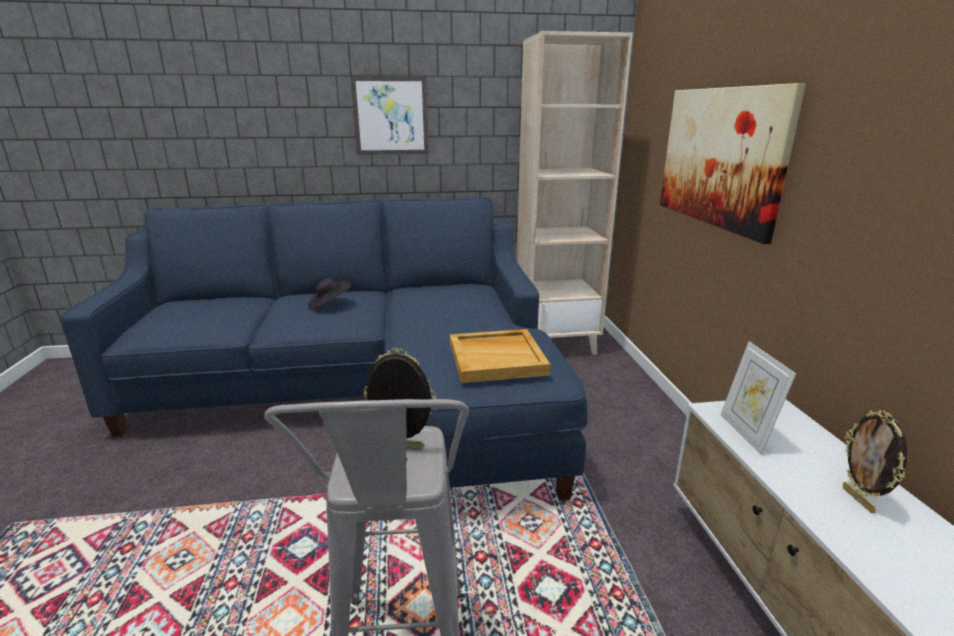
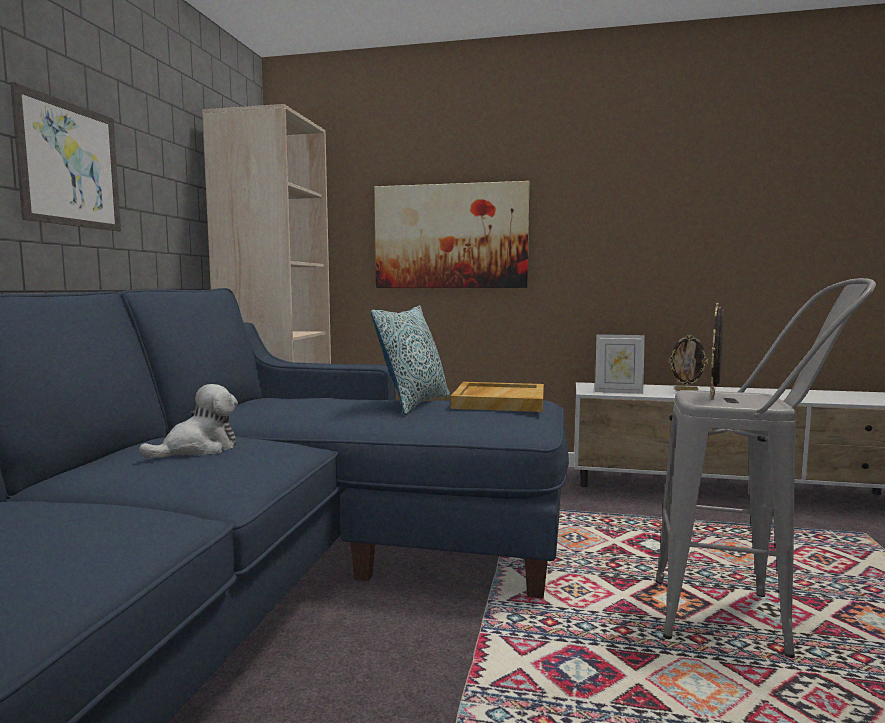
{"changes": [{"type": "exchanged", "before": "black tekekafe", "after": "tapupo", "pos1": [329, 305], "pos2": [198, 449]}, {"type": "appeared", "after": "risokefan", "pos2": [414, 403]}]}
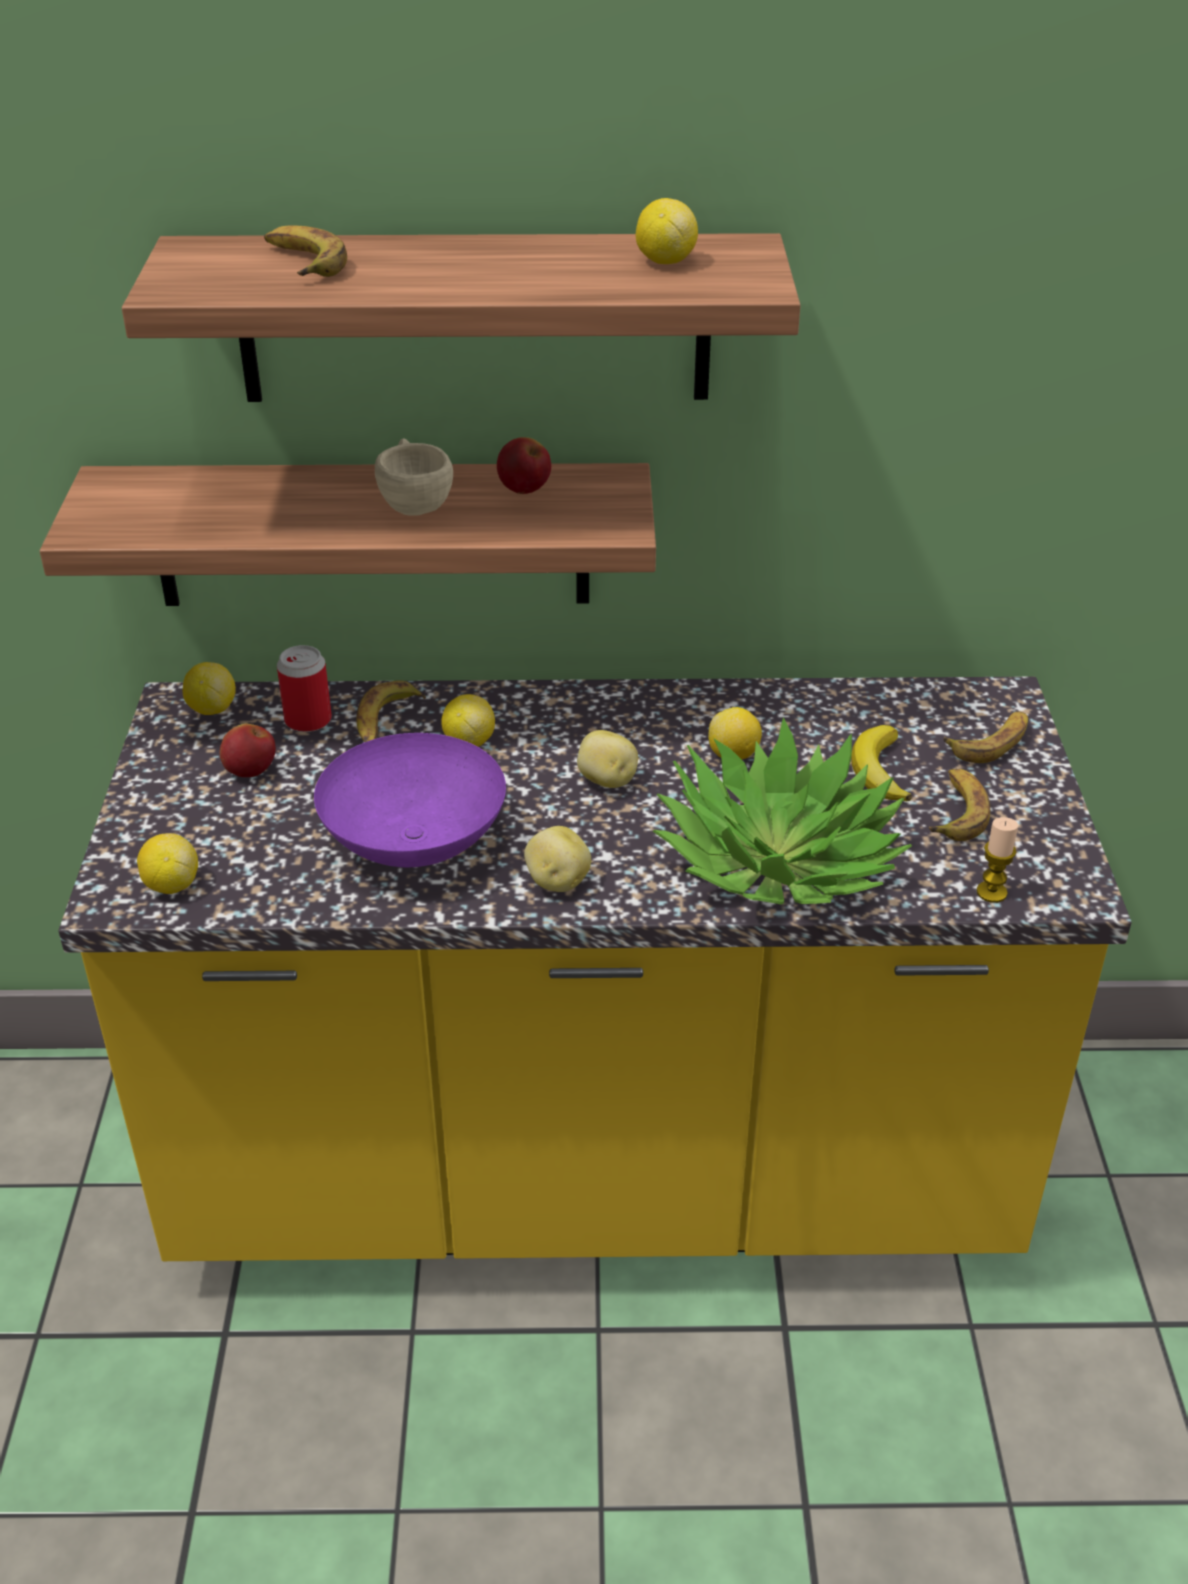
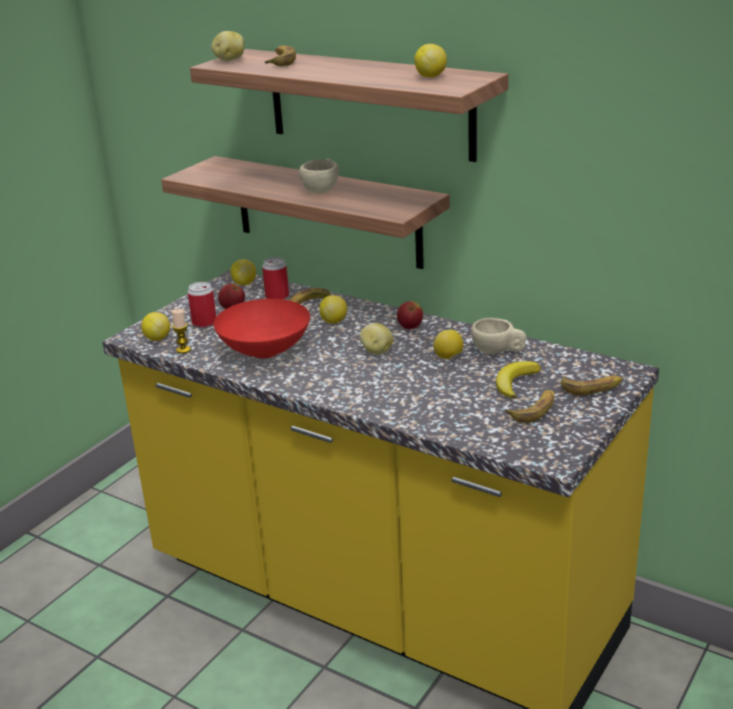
{"changes": [{"type": "colour", "before": "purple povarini", "after": "red povarini", "pos1": [414, 846], "pos2": [264, 352]}, {"type": "relocated", "before": "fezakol", "pos1": [524, 490], "pos2": [410, 327]}, {"type": "relocated", "before": "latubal", "pos1": [556, 881], "pos2": [229, 60]}, {"type": "missing", "before": "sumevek", "pos1": [778, 860]}, {"type": "relocated", "before": "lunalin", "pos1": [991, 892], "pos2": [183, 350]}, {"type": "appeared", "after": "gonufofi", "pos2": [204, 323]}, {"type": "appeared", "after": "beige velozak", "pos2": [498, 351]}]}
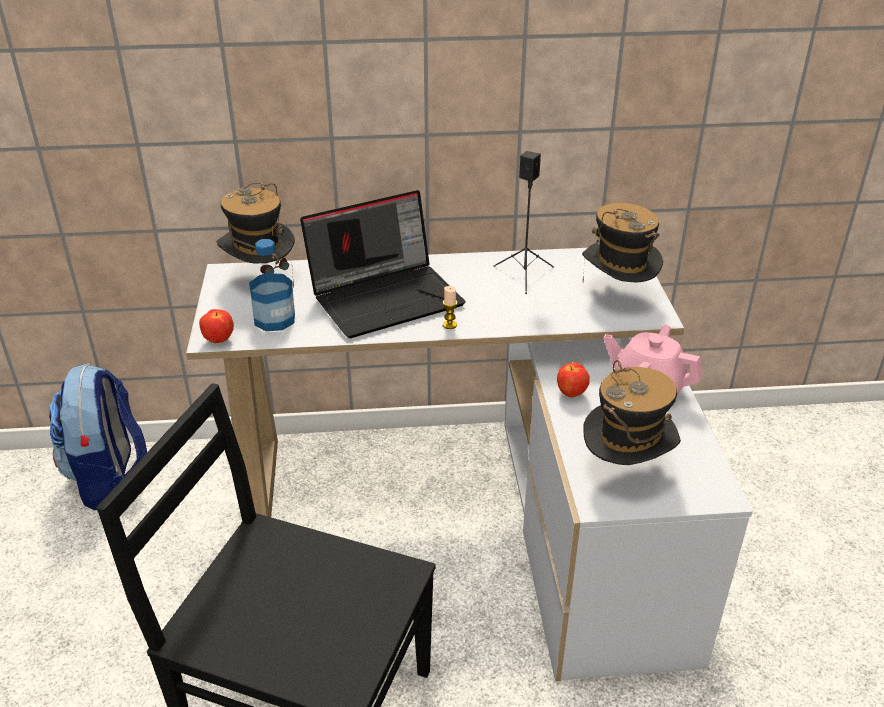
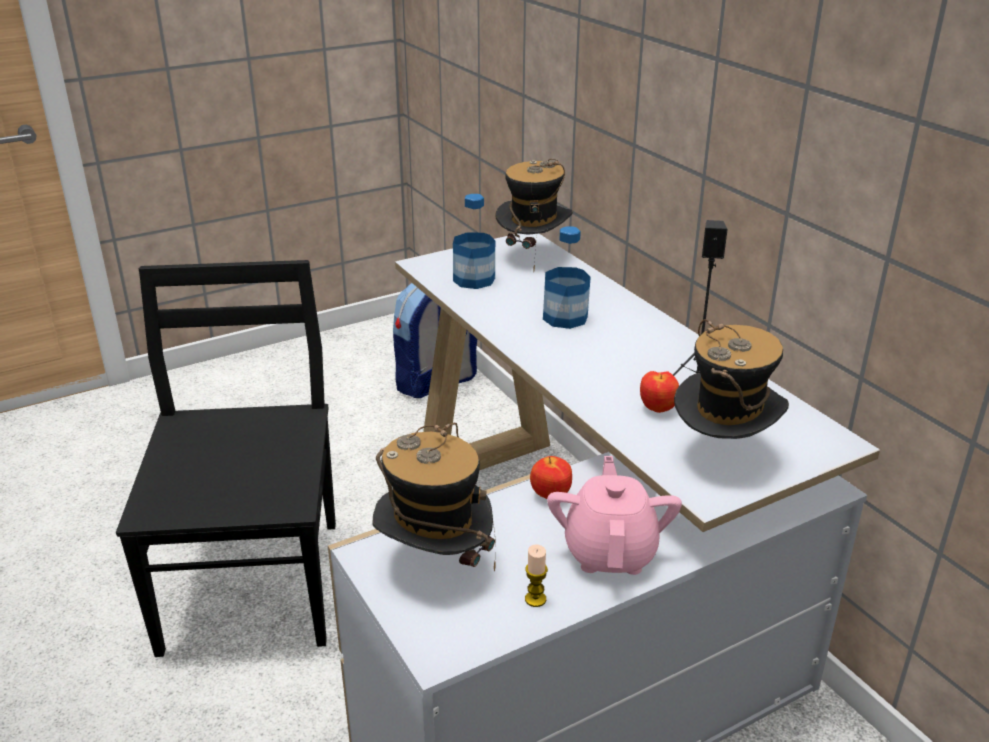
{"changes": [{"type": "relocated", "before": "fezakol", "pos1": [219, 340], "pos2": [658, 409]}, {"type": "exchanged", "before": "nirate", "after": "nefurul", "pos1": [387, 297], "pos2": [565, 318]}, {"type": "relocated", "before": "lunalin", "pos1": [449, 325], "pos2": [535, 599]}]}
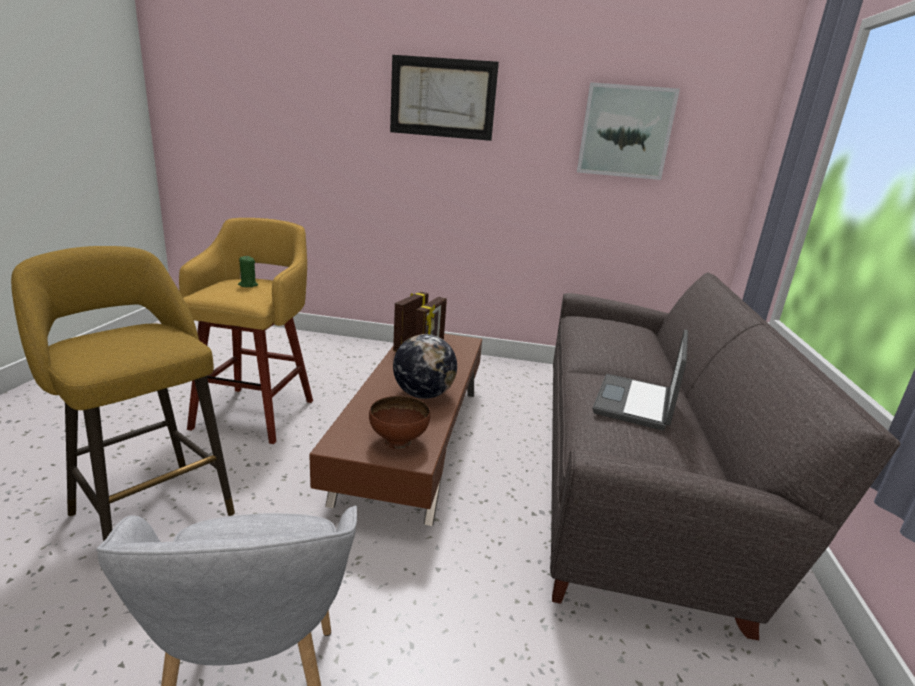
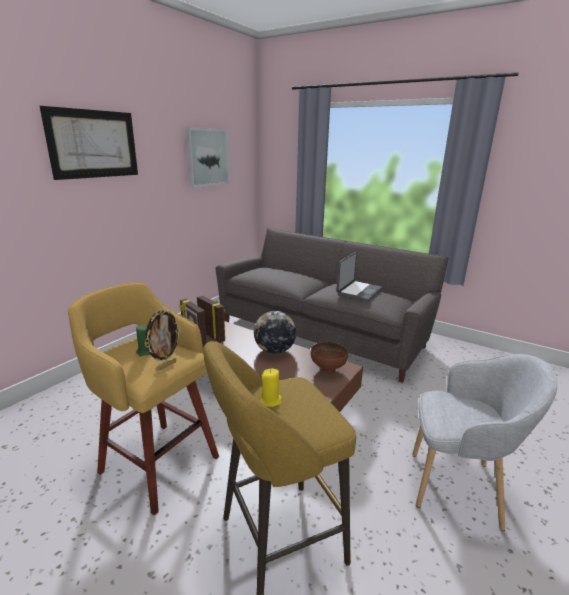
{"changes": [{"type": "spun", "before": "nirate", "pos1": [636, 403], "pos2": [358, 291], "turn": -105}, {"type": "appeared", "after": "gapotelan", "pos2": [165, 365]}, {"type": "appeared", "after": "yellow lunalin", "pos2": [270, 401]}]}
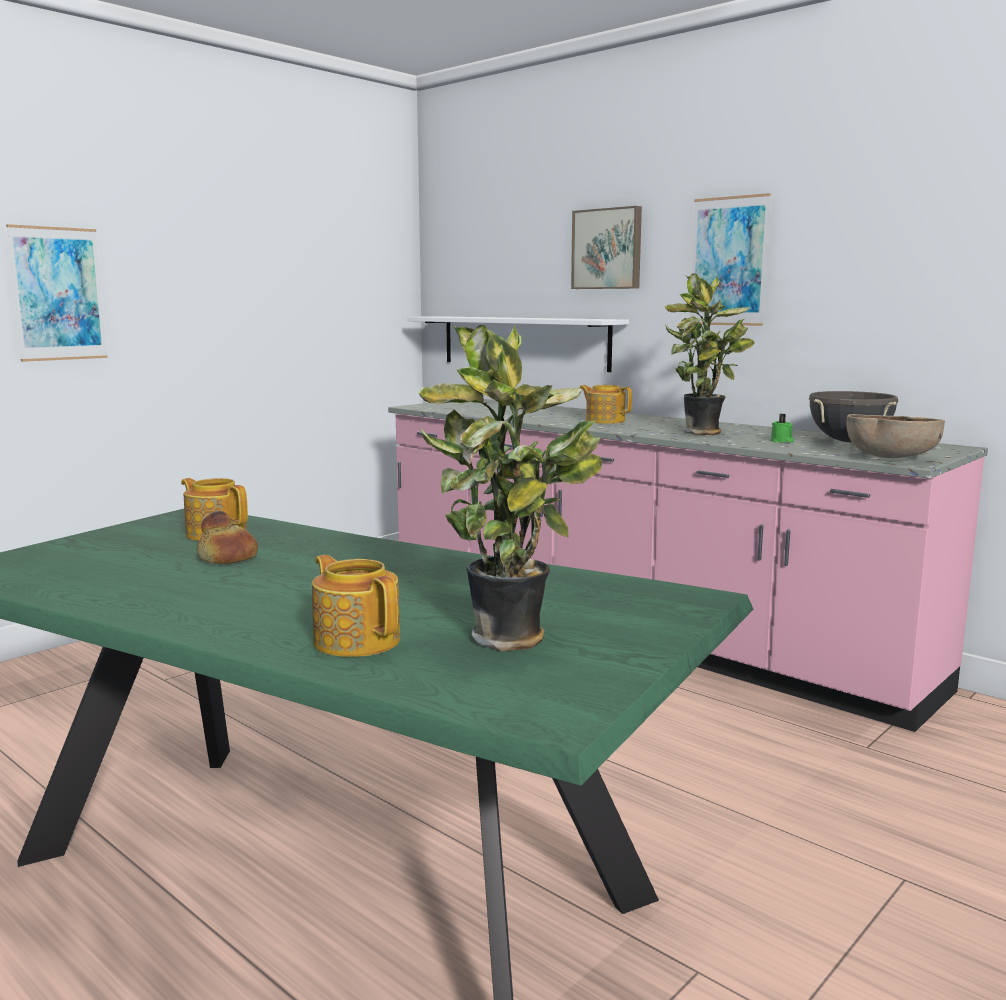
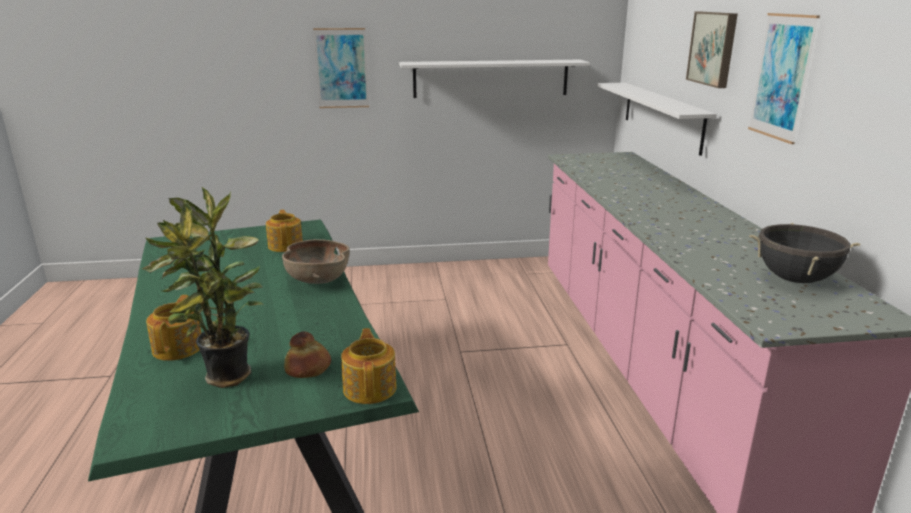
{"changes": [{"type": "relocated", "before": "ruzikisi", "pos1": [228, 557], "pos2": [308, 367]}, {"type": "relocated", "before": "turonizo", "pos1": [604, 421], "pos2": [370, 388]}, {"type": "missing", "before": "sumevek", "pos1": [704, 433]}, {"type": "missing", "before": "green lunalin", "pos1": [781, 441]}, {"type": "relocated", "before": "brown povarini", "pos1": [890, 458], "pos2": [318, 280]}, {"type": "appeared", "after": "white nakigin", "pos2": [491, 78]}]}
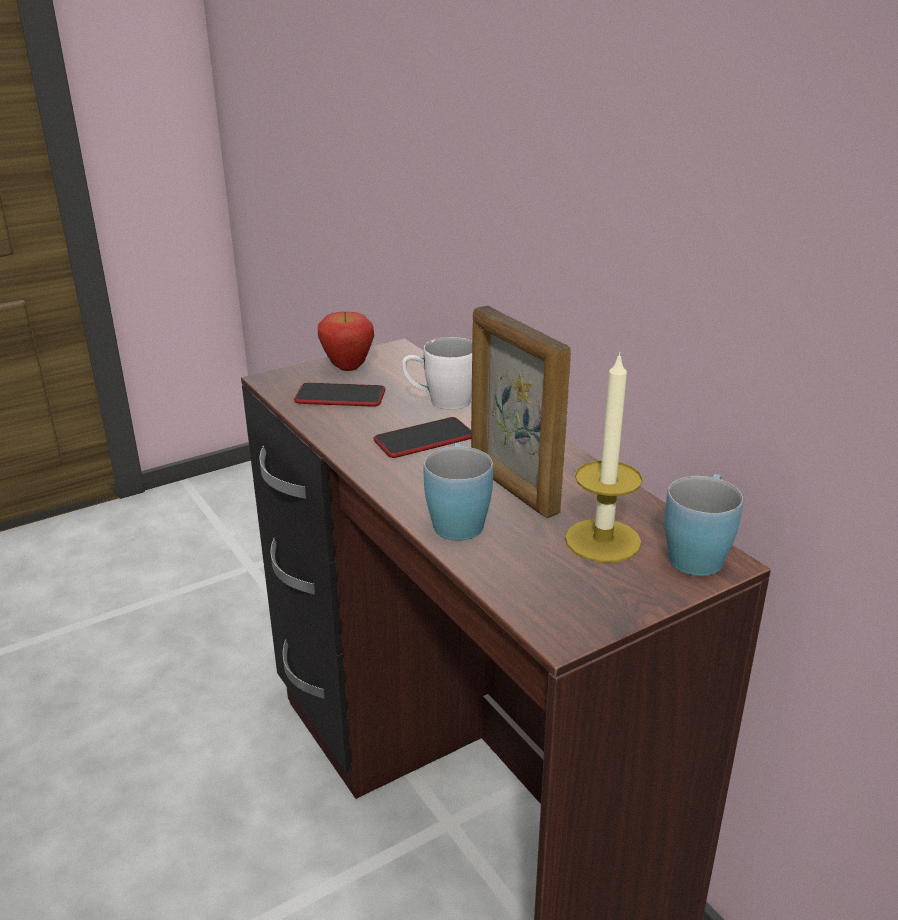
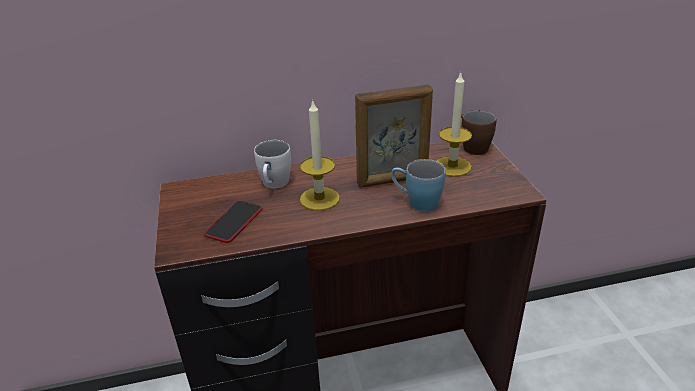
{"changes": [{"type": "missing", "before": "fezakol", "pos1": [348, 368]}, {"type": "exchanged", "before": "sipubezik", "after": "lunalin", "pos1": [424, 439], "pos2": [319, 198]}, {"type": "colour", "before": "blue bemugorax", "after": "brown bemugorax", "pos1": [698, 553], "pos2": [470, 147]}]}
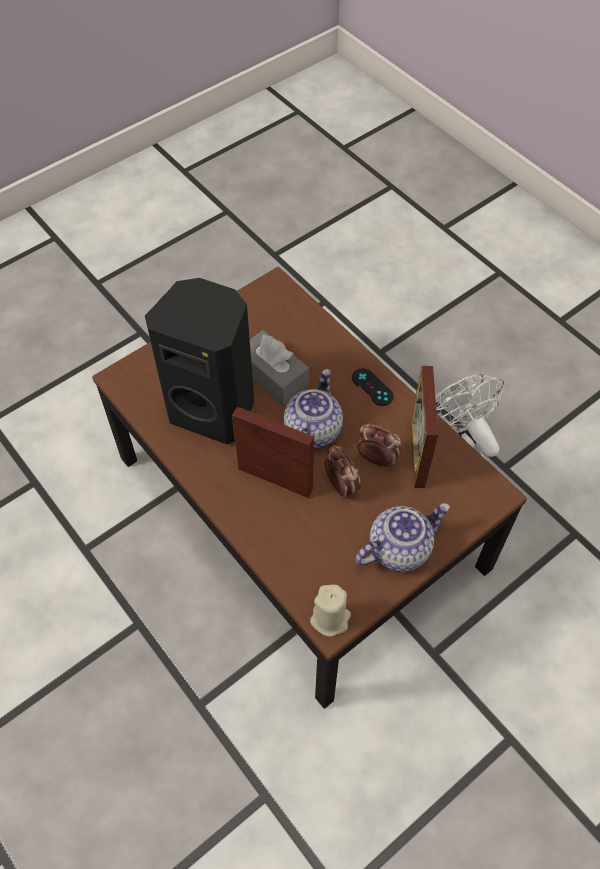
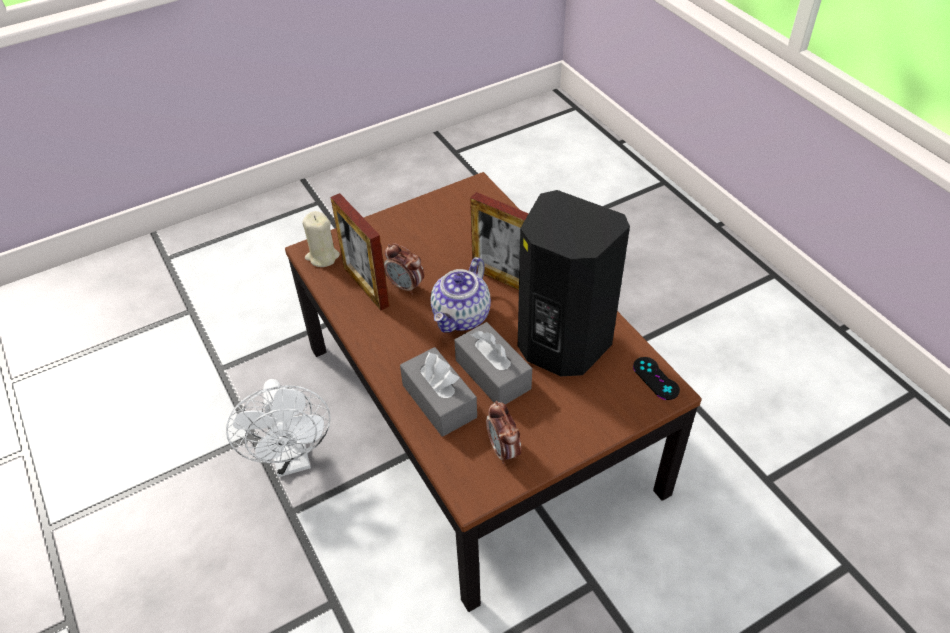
{"changes": [{"type": "relocated", "before": "beige lunalin", "pos1": [330, 619], "pos2": [322, 257]}, {"type": "relocated", "before": "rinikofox", "pos1": [341, 486], "pos2": [503, 450]}, {"type": "relocated", "before": "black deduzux", "pos1": [372, 387], "pos2": [655, 378]}, {"type": "missing", "before": "turonizo", "pos1": [399, 548]}, {"type": "spun", "before": "gapotelan", "pos1": [417, 454], "pos2": [366, 286], "turn": 135}, {"type": "appeared", "after": "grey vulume", "pos2": [439, 401]}]}
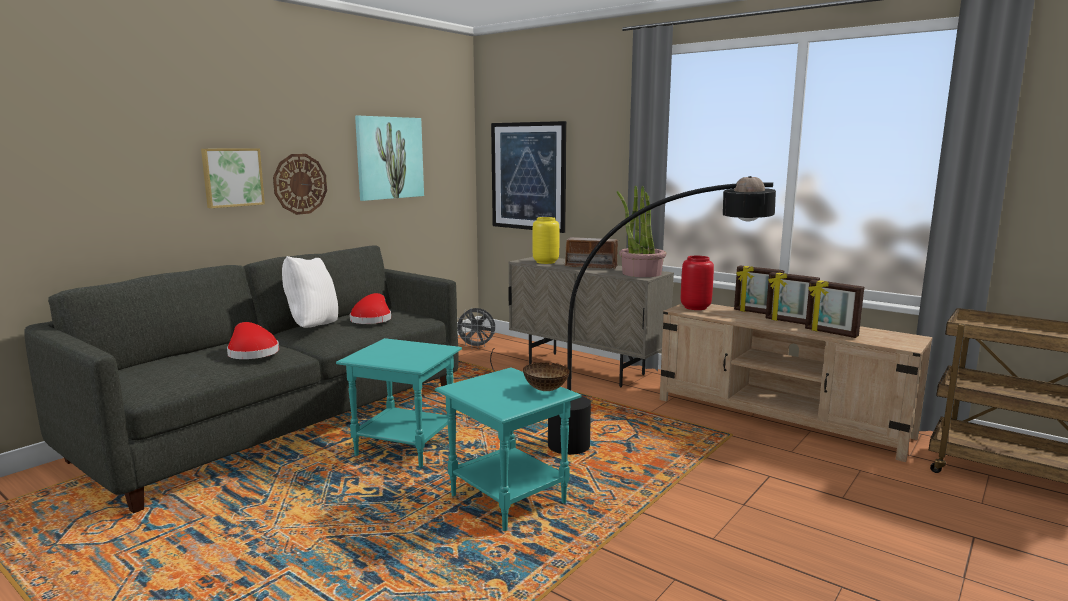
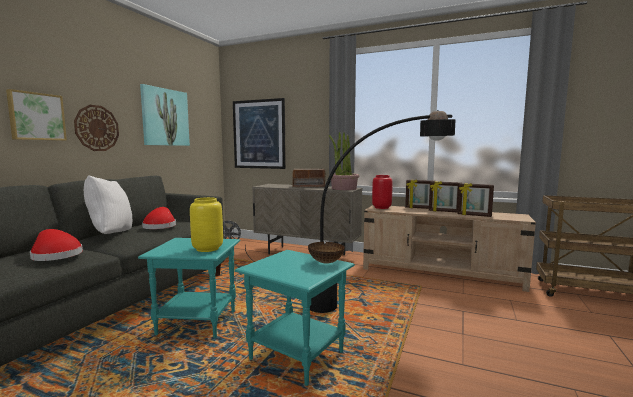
{"changes": [{"type": "relocated", "before": "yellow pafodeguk", "pos1": [545, 262], "pos2": [207, 249]}]}
